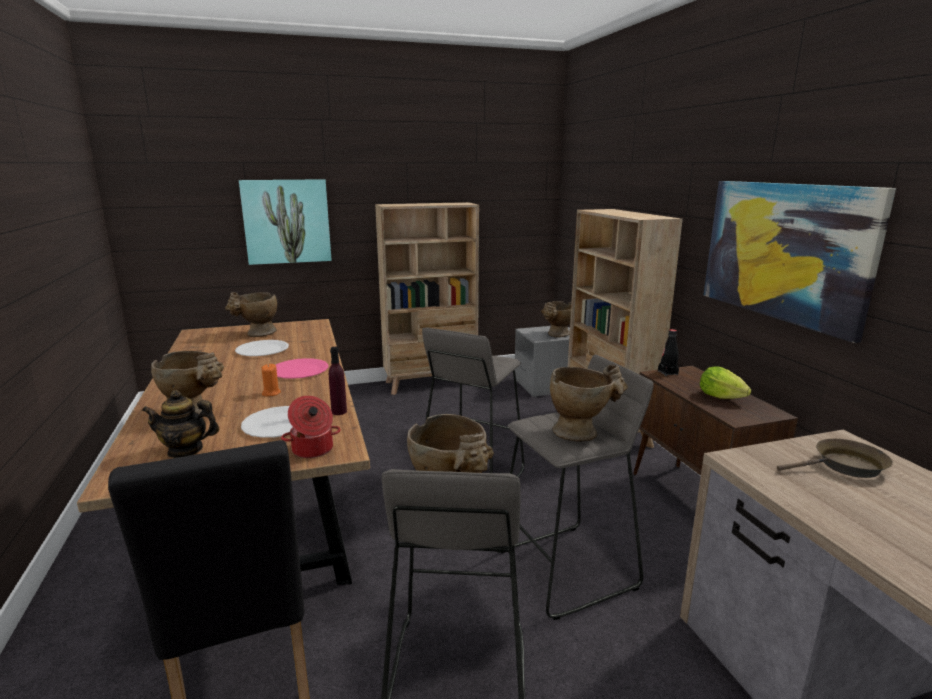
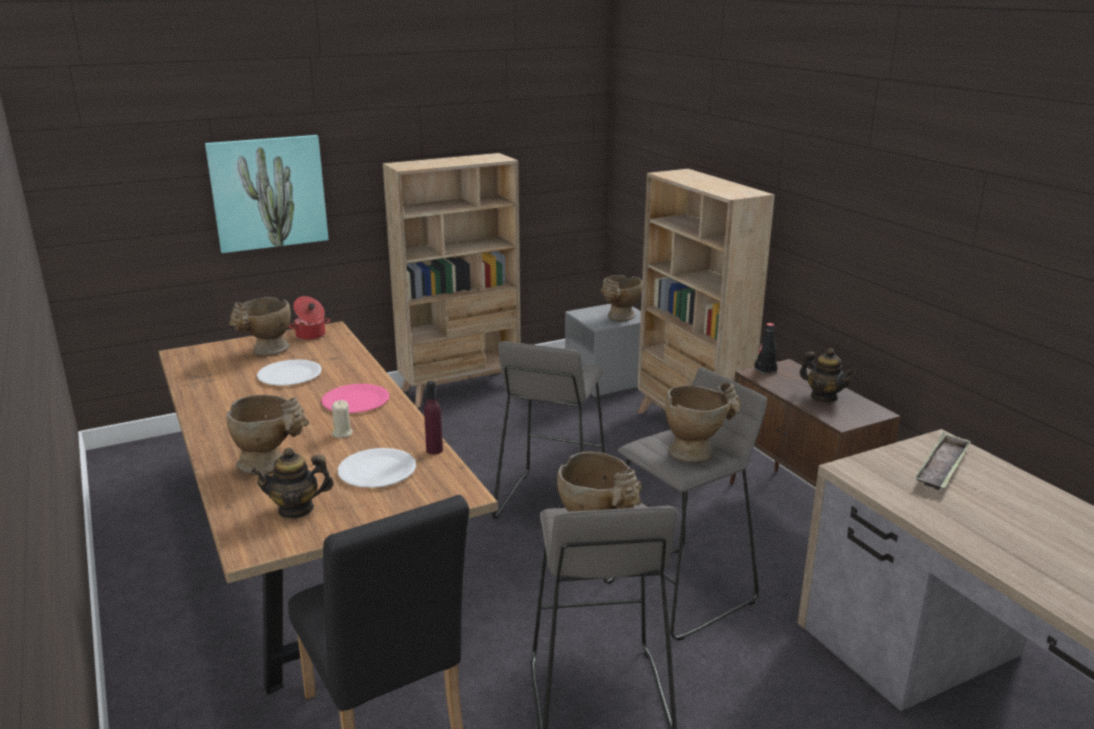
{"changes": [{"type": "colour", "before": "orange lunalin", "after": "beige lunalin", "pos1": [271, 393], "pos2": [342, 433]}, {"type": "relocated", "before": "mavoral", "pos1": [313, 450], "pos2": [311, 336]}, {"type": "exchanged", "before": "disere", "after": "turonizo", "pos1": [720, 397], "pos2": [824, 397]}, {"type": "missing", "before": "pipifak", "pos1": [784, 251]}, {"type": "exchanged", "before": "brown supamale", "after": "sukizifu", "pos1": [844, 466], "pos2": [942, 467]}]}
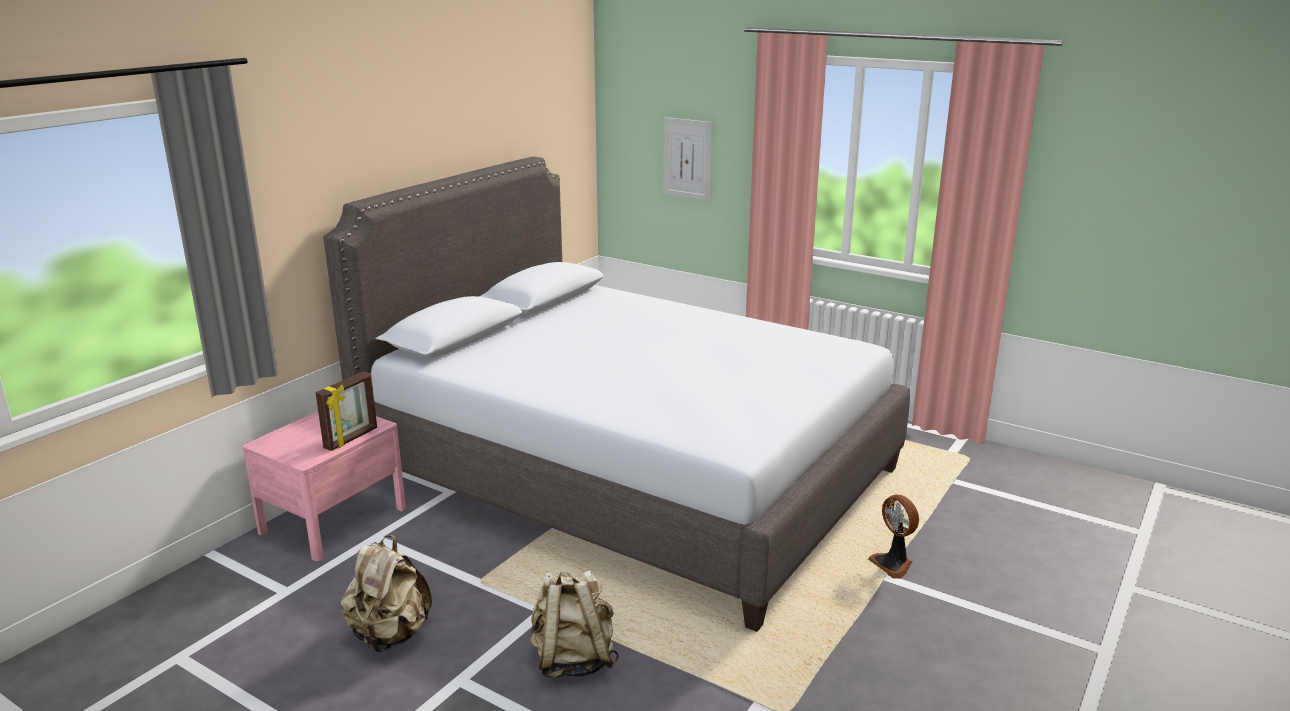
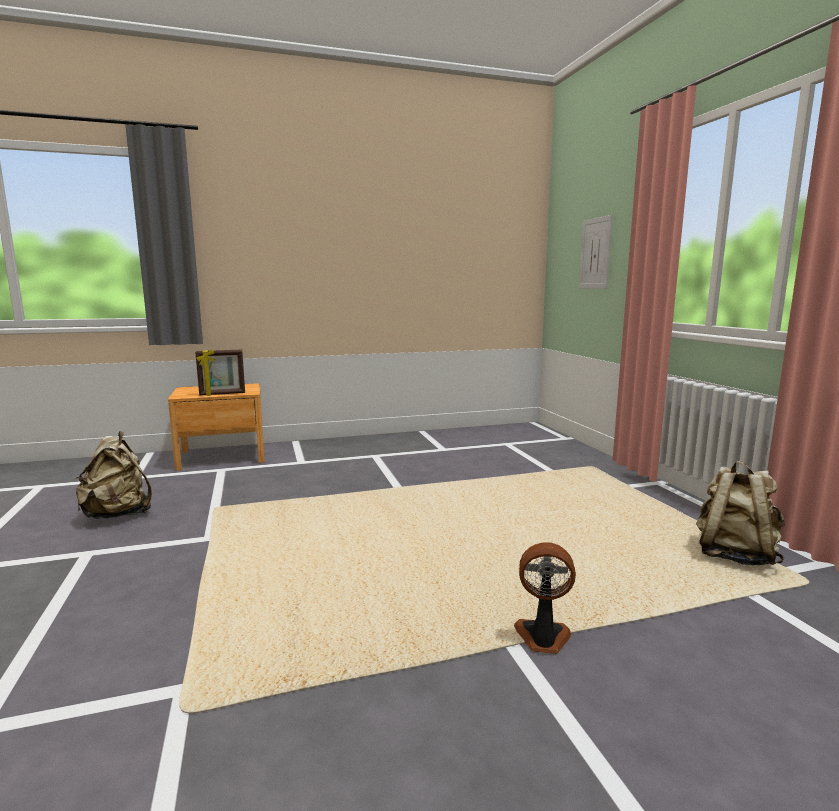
{"changes": [{"type": "colour", "before": "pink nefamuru", "after": "brown nefamuru", "pos1": [333, 520], "pos2": [222, 456]}, {"type": "missing", "before": "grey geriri", "pos1": [630, 474]}, {"type": "relocated", "before": "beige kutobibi", "pos1": [573, 660], "pos2": [734, 555]}, {"type": "spun", "before": "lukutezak", "pos1": [893, 564], "pos2": [542, 638], "turn": 90}]}
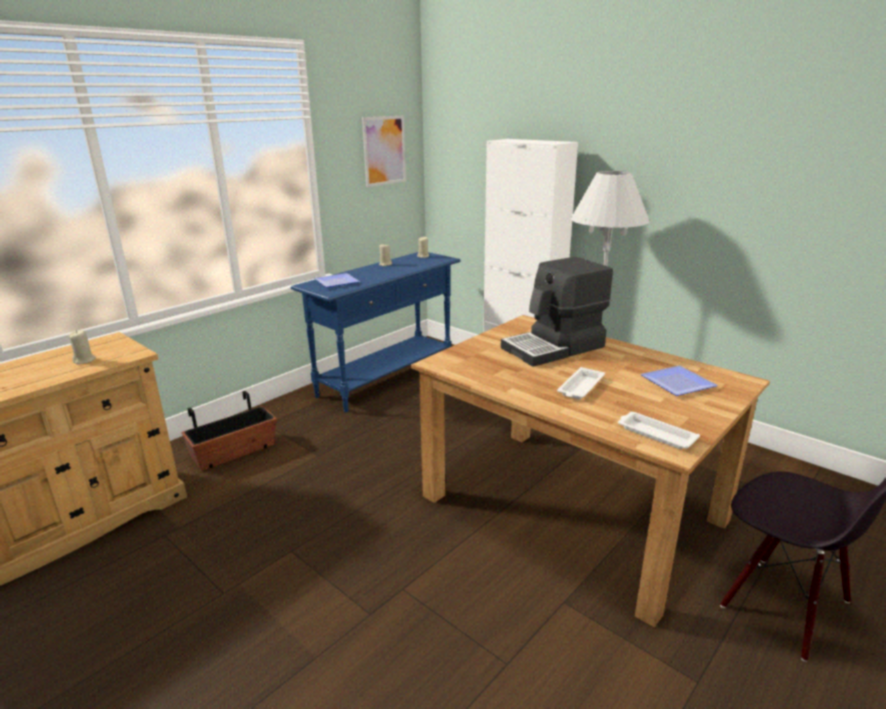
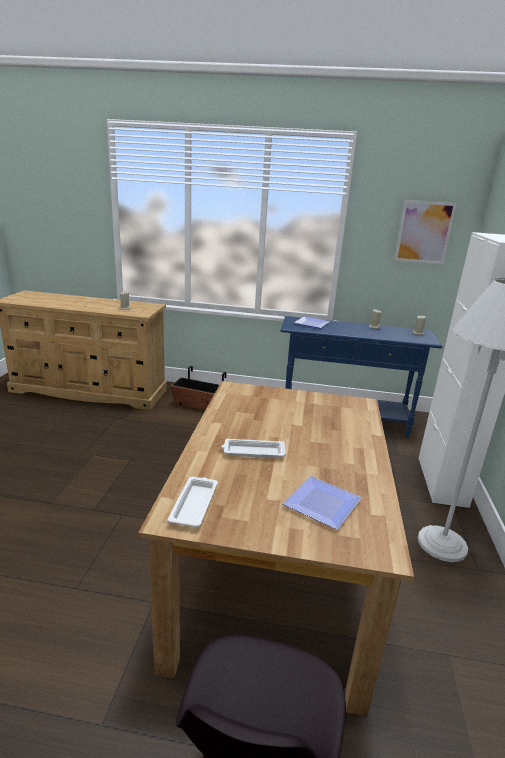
{"changes": [{"type": "missing", "before": "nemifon", "pos1": [554, 348]}]}
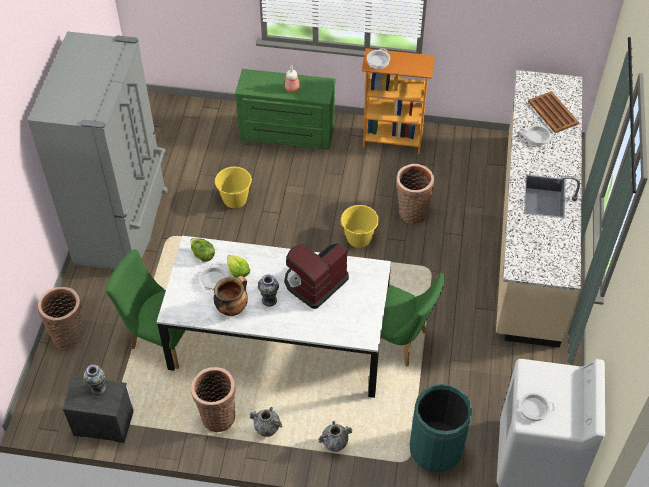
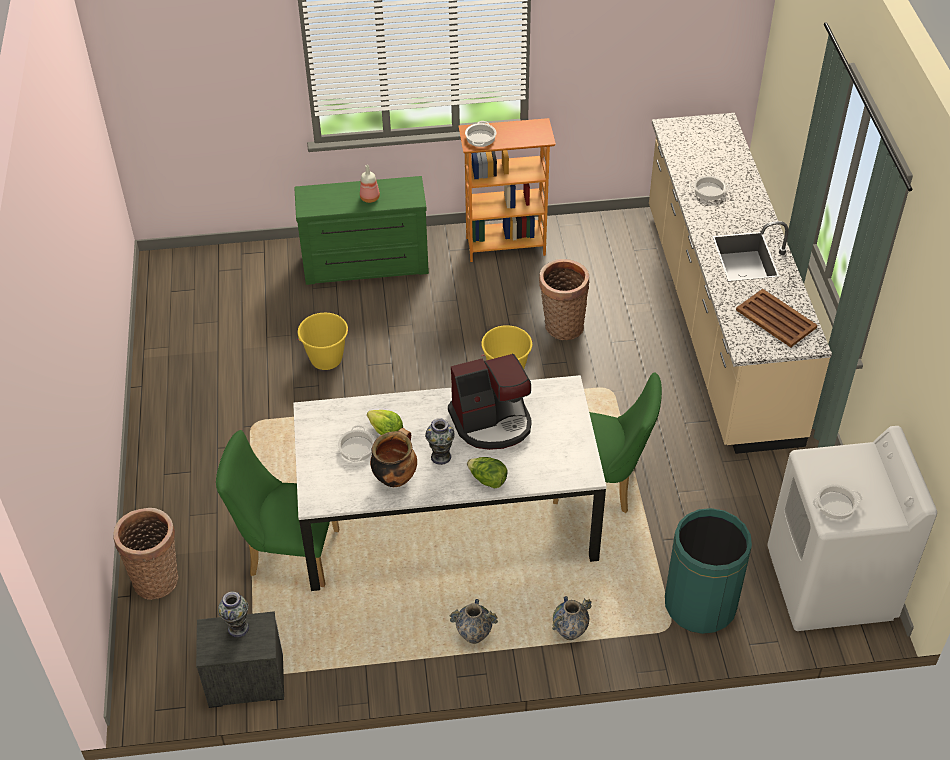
{"changes": [{"type": "missing", "before": "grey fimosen", "pos1": [124, 226]}, {"type": "relocated", "before": "disere", "pos1": [202, 255], "pos2": [487, 480]}, {"type": "missing", "before": "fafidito", "pos1": [217, 415]}, {"type": "spun", "before": "nemifon", "pos1": [314, 283], "pos2": [492, 422], "turn": -135}, {"type": "relocated", "before": "brown sukizifu", "pos1": [553, 113], "pos2": [776, 319]}]}
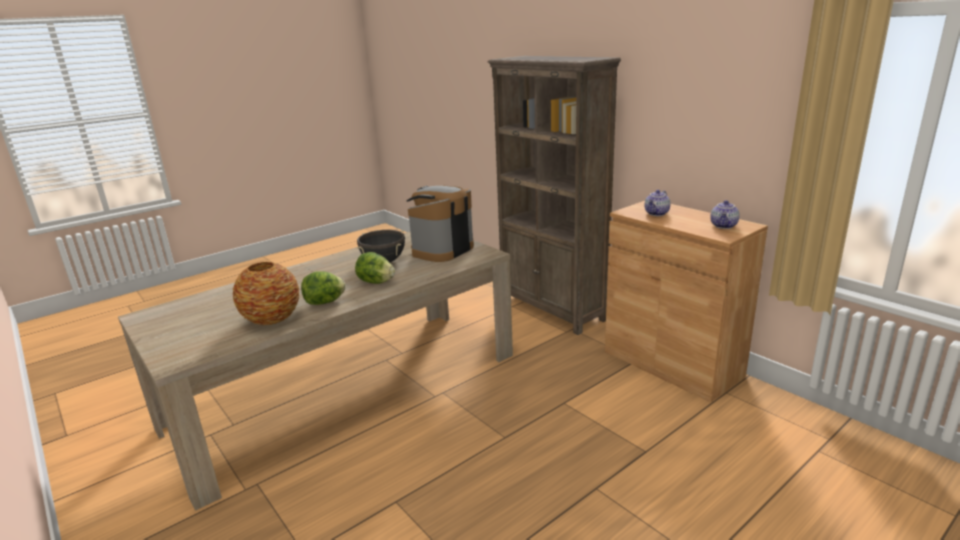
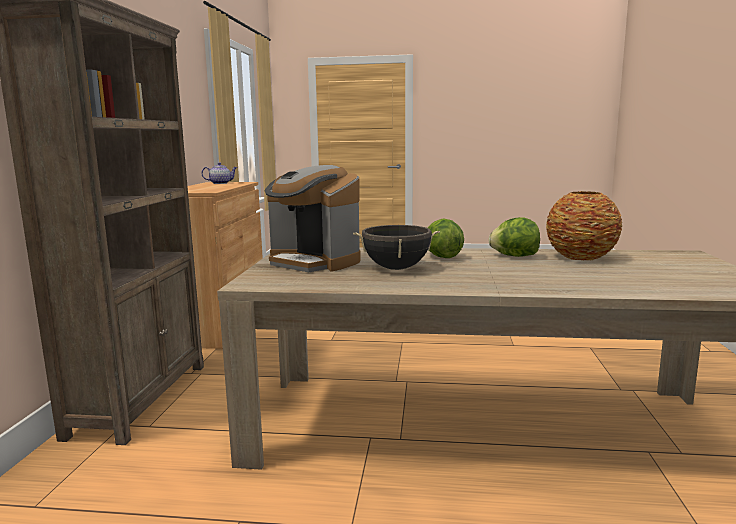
{"changes": [{"type": "spun", "before": "nemifon", "pos1": [442, 250], "pos2": [314, 262], "turn": 45}, {"type": "missing", "before": "turonizo", "pos1": [657, 213]}]}
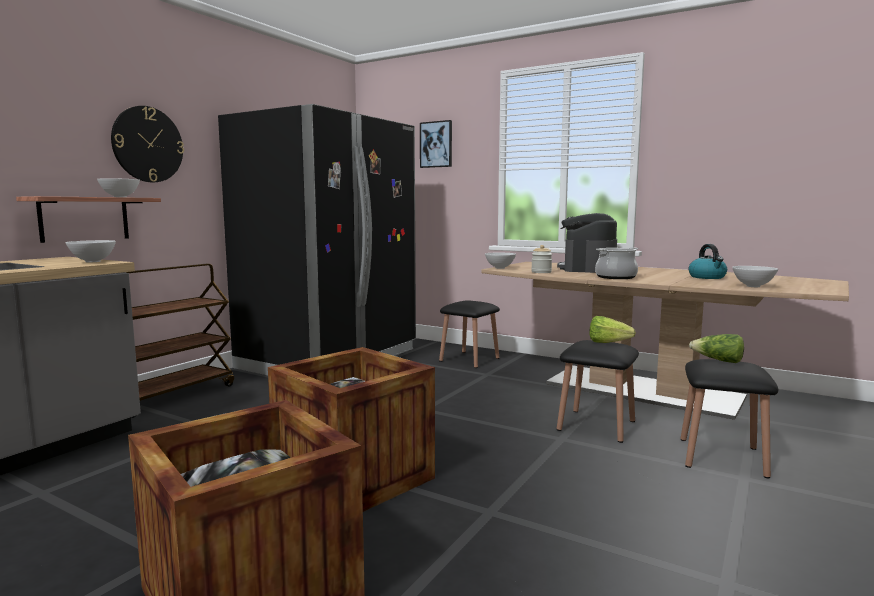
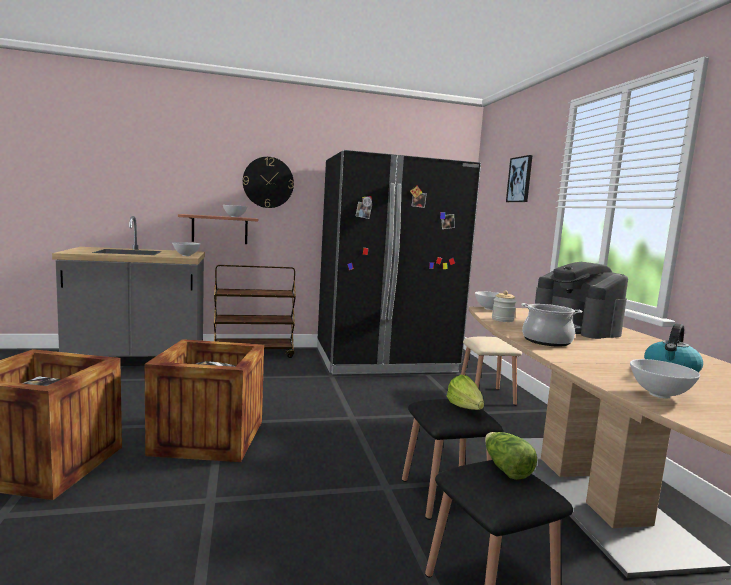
{"changes": [{"type": "colour", "before": "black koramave", "after": "beige koramave", "pos1": [469, 359], "pos2": [486, 396]}, {"type": "spun", "before": "nemifon", "pos1": [587, 268], "pos2": [576, 328], "turn": -90}]}
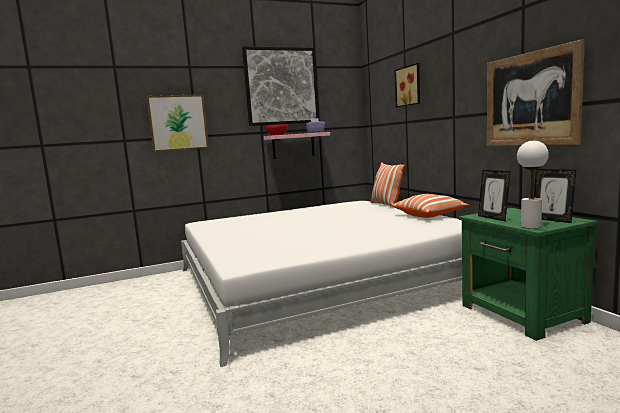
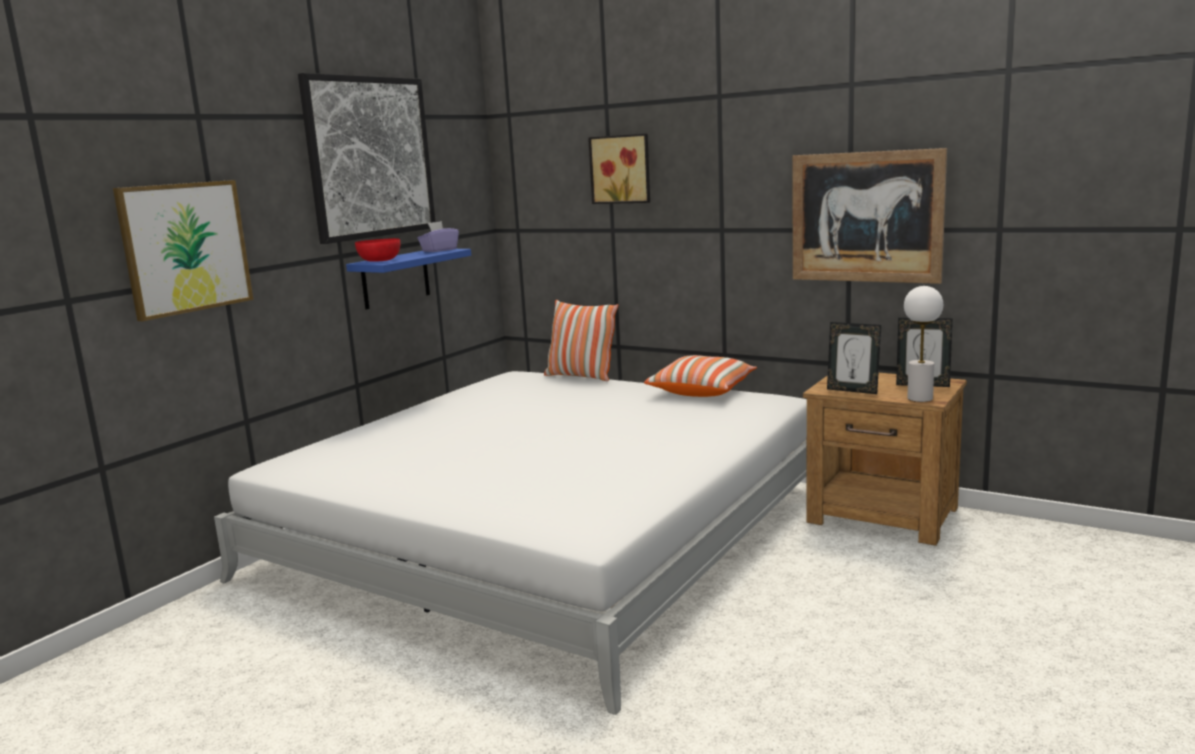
{"changes": [{"type": "colour", "before": "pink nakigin", "after": "blue nakigin", "pos1": [293, 146], "pos2": [395, 278]}, {"type": "colour", "before": "green nefamuru", "after": "brown nefamuru", "pos1": [522, 314], "pos2": [884, 516]}]}
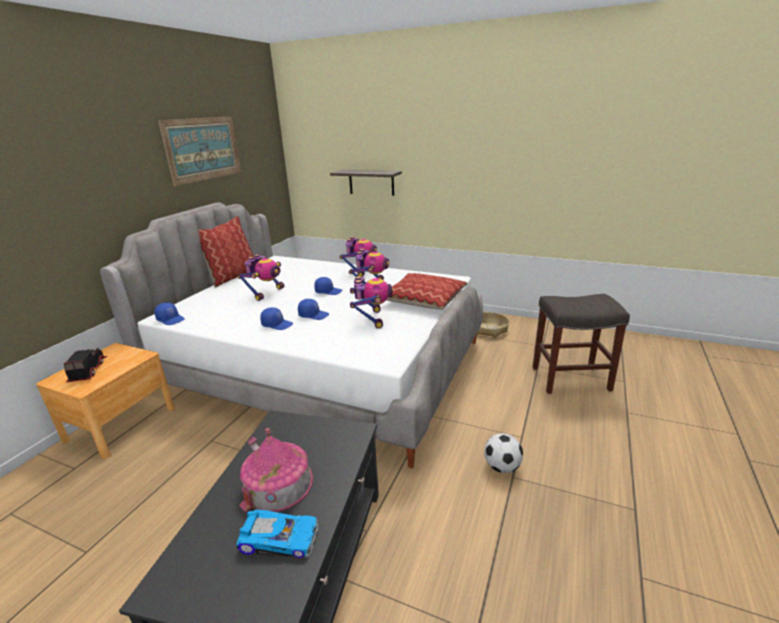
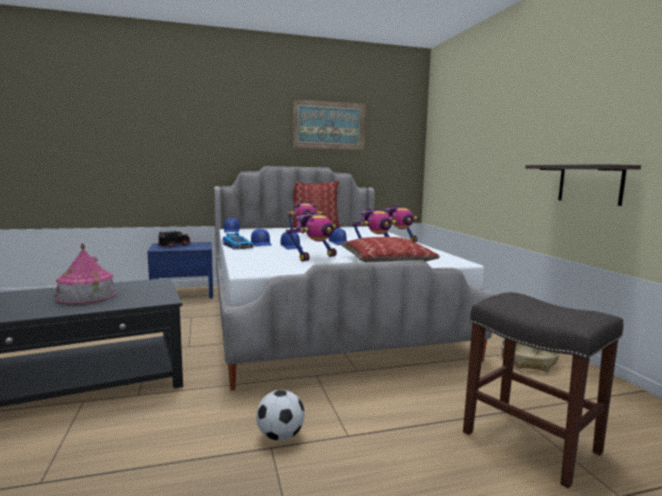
{"changes": [{"type": "colour", "before": "brown nefamuru", "after": "blue nefamuru", "pos1": [121, 424], "pos2": [183, 293]}, {"type": "relocated", "before": "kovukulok", "pos1": [280, 537], "pos2": [238, 246]}, {"type": "relocated", "before": "nakigin", "pos1": [371, 182], "pos2": [590, 184]}]}
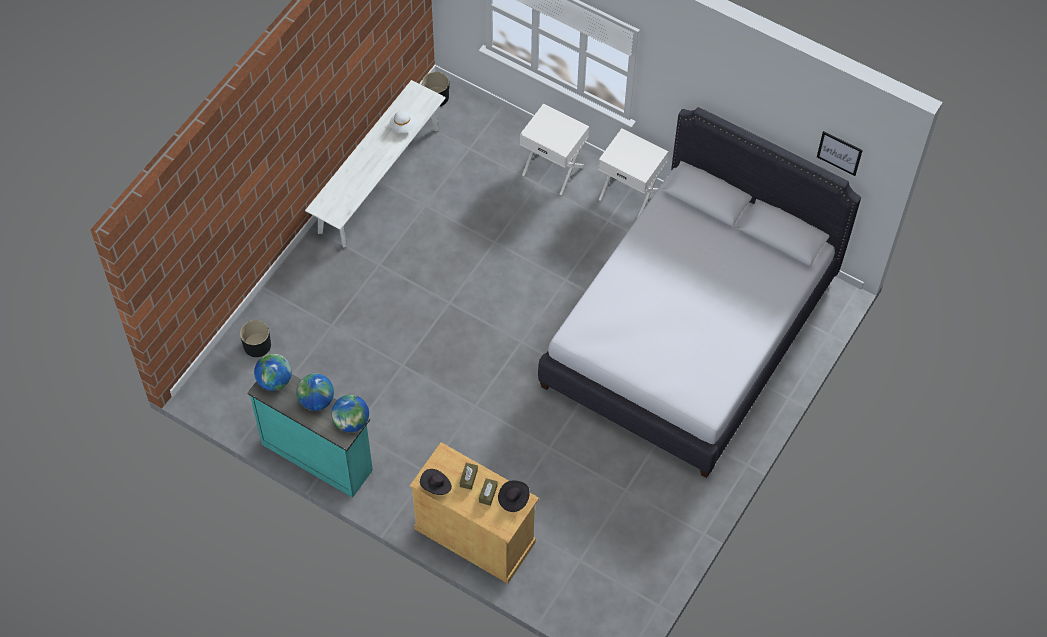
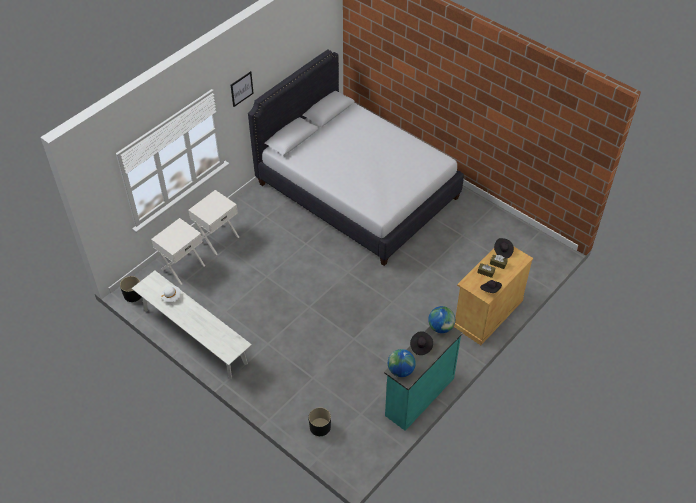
{"changes": [{"type": "exchanged", "before": "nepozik", "after": "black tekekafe", "pos1": [316, 400], "pos2": [421, 346]}, {"type": "relocated", "before": "white nefamuru", "pos1": [630, 194], "pos2": [182, 267]}, {"type": "relocated", "before": "pipifak", "pos1": [839, 153], "pos2": [241, 89]}]}
